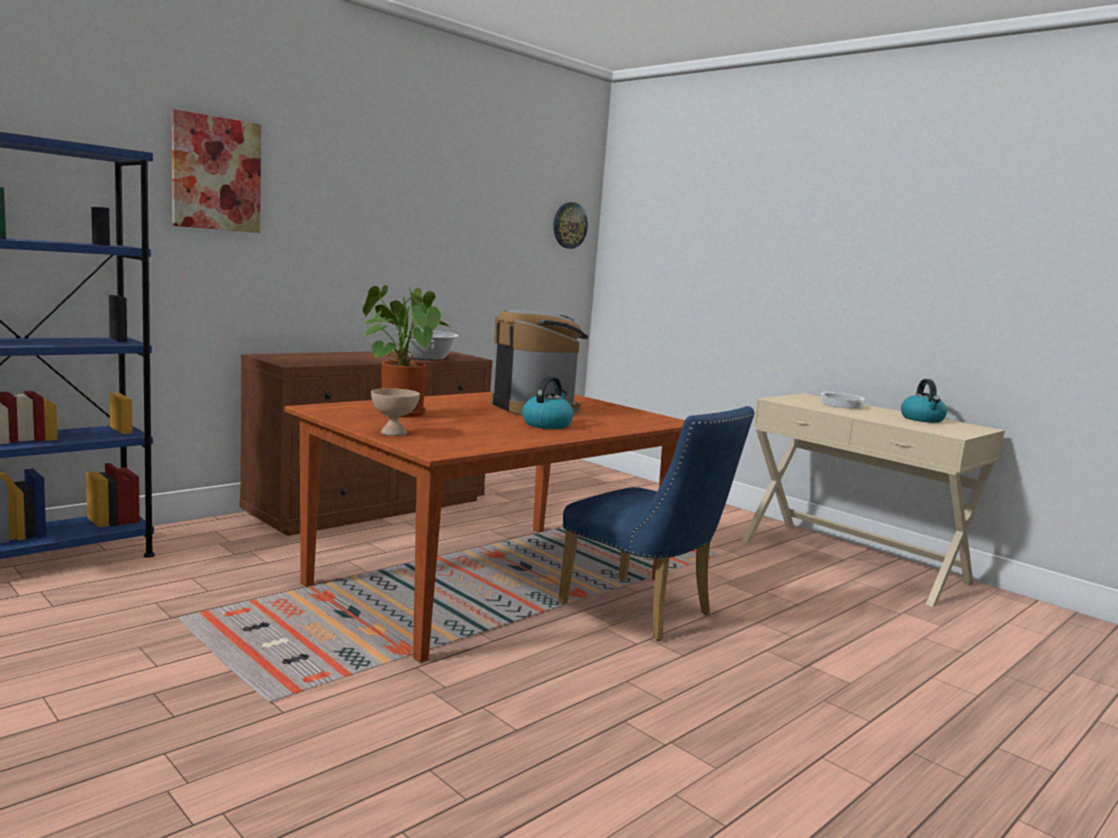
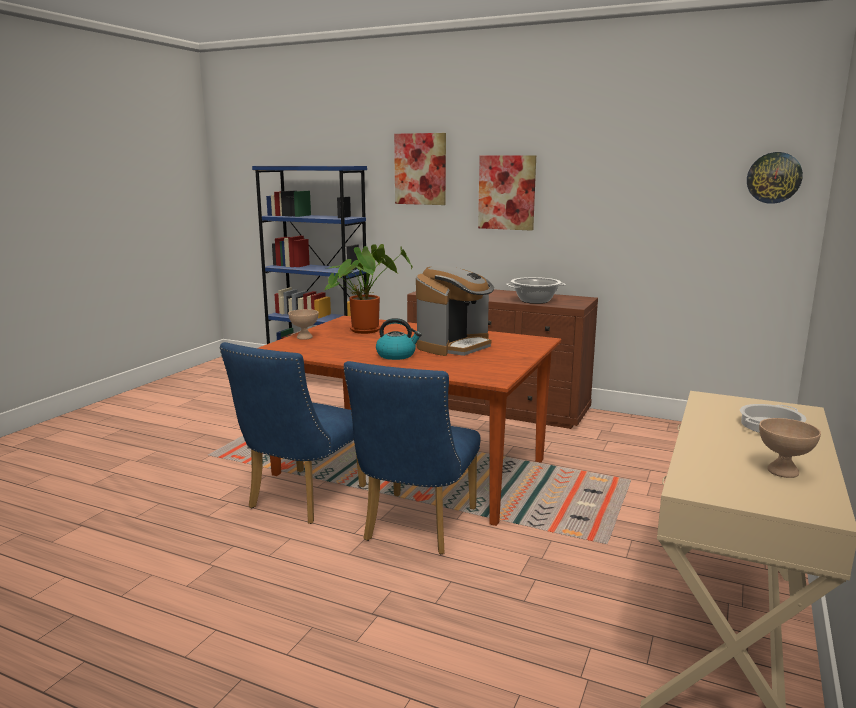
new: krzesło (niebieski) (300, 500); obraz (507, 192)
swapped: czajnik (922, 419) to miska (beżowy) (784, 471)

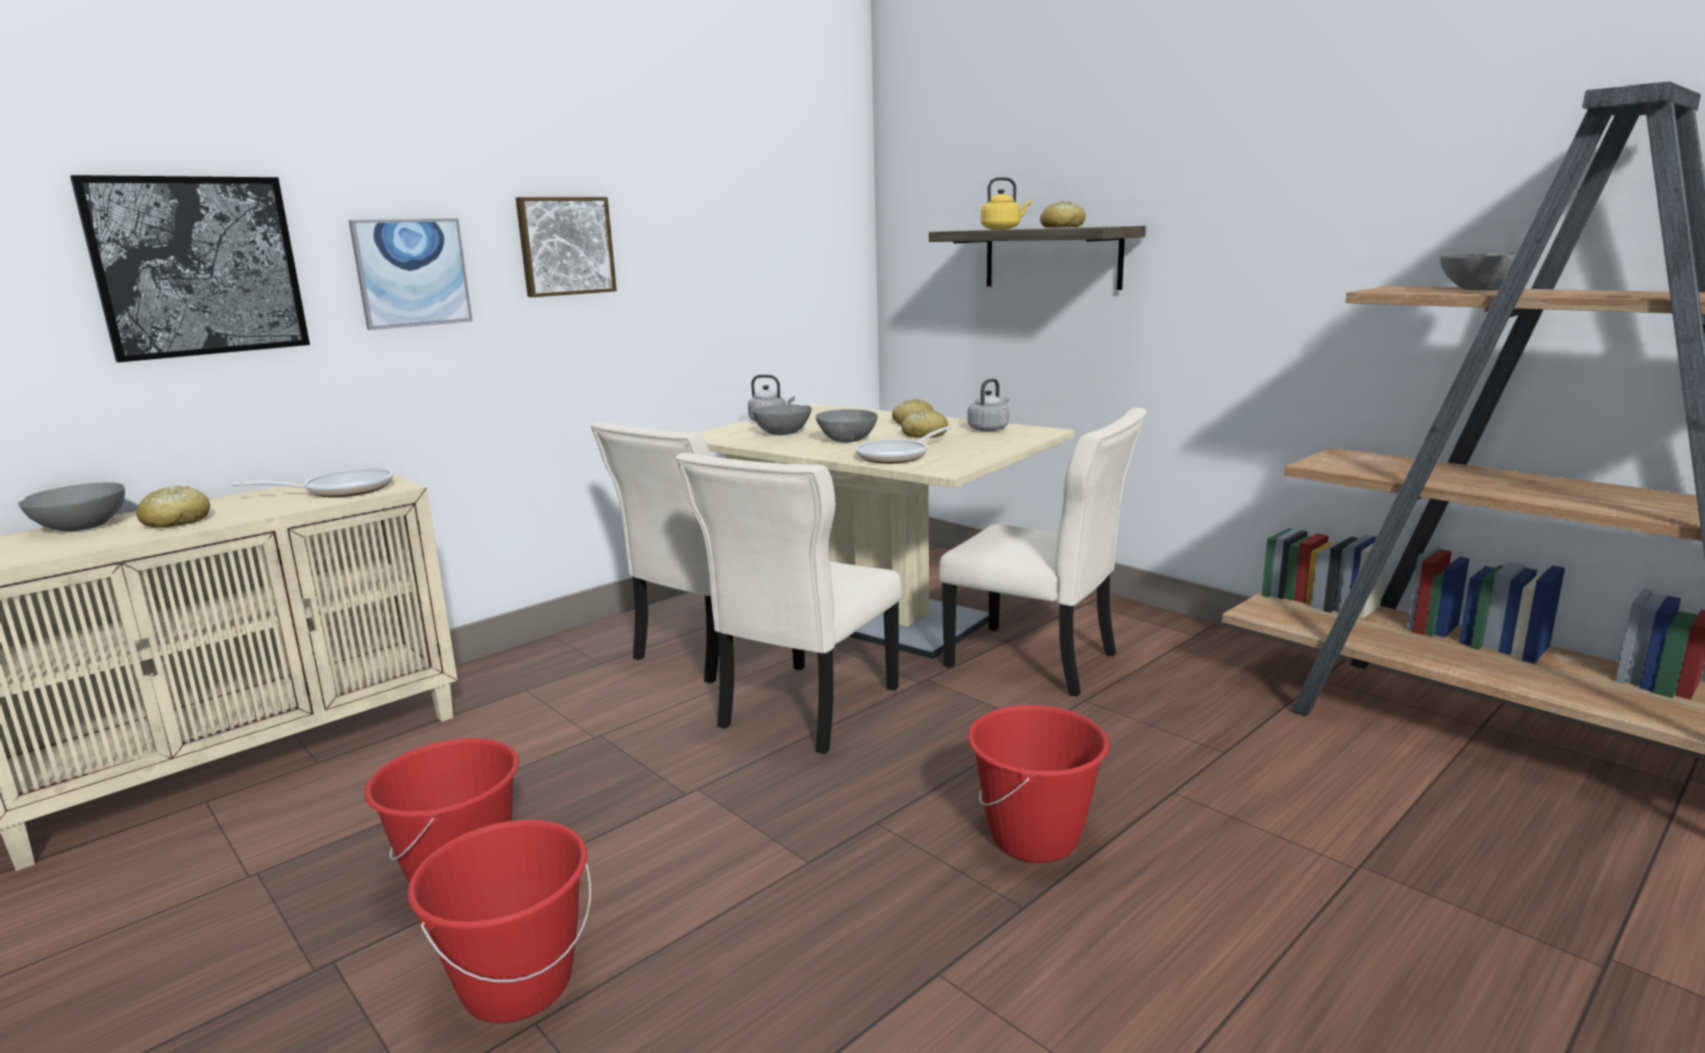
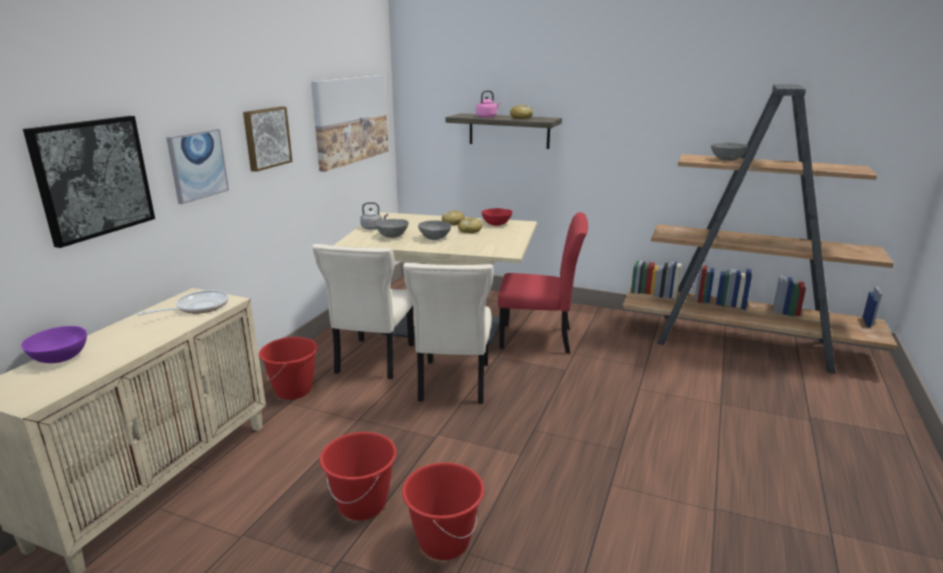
gone: chleb (176, 521); patelnia (897, 456)
new: obraz (351, 120)
shifted: wiadro (czerwony) (1035, 838) to (294, 390)
swapped: czajnik (szary) (989, 429) to miska (czerwony) (496, 224)
repainted: miska (szary) (81, 527) to miska (fioletowy) (60, 358); czajnik (żółty) (1003, 229) to czajnik (różowy) (487, 117); krzesło (beżowy) (1038, 662) to krzesło (czerwony) (539, 339)

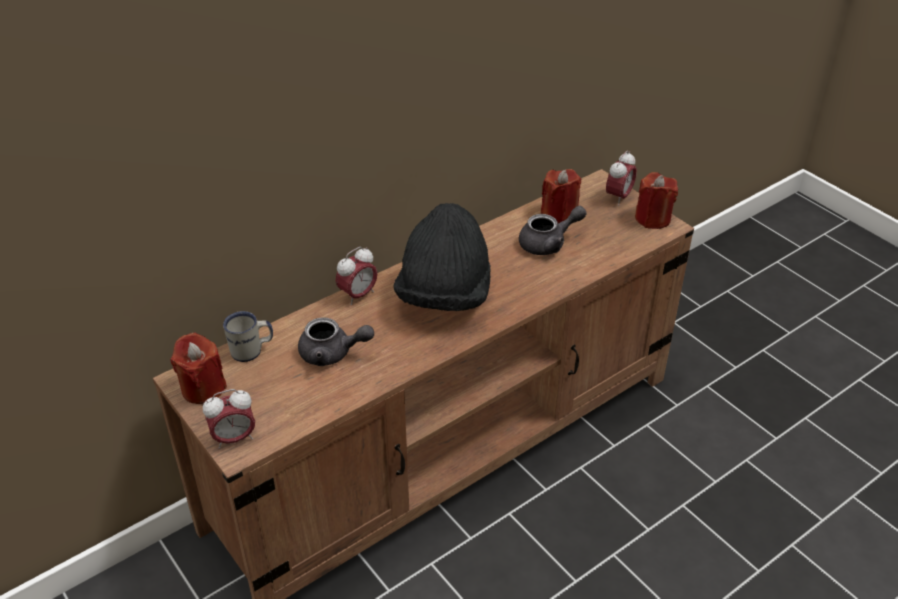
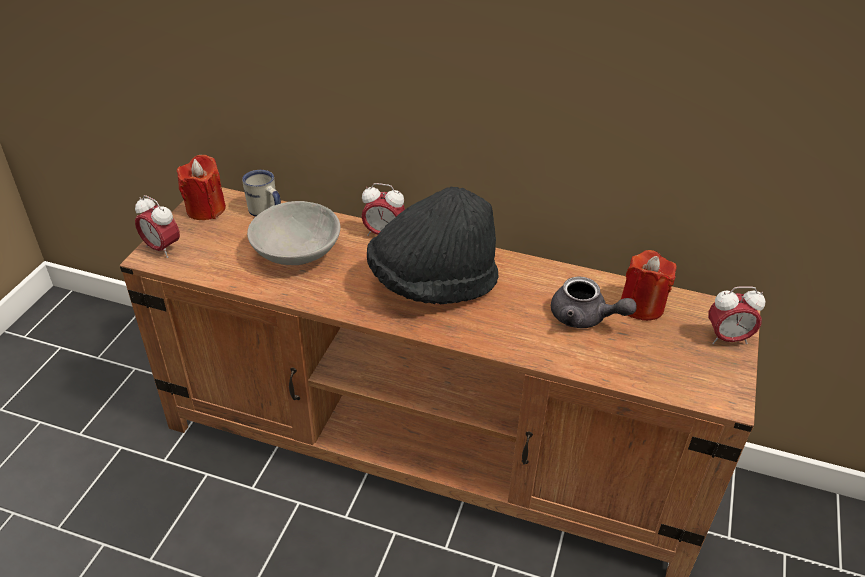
gone: świeca (czerwony) (652, 218)
swapped: imbryk (szary) (332, 354) to miska (szary) (297, 253)

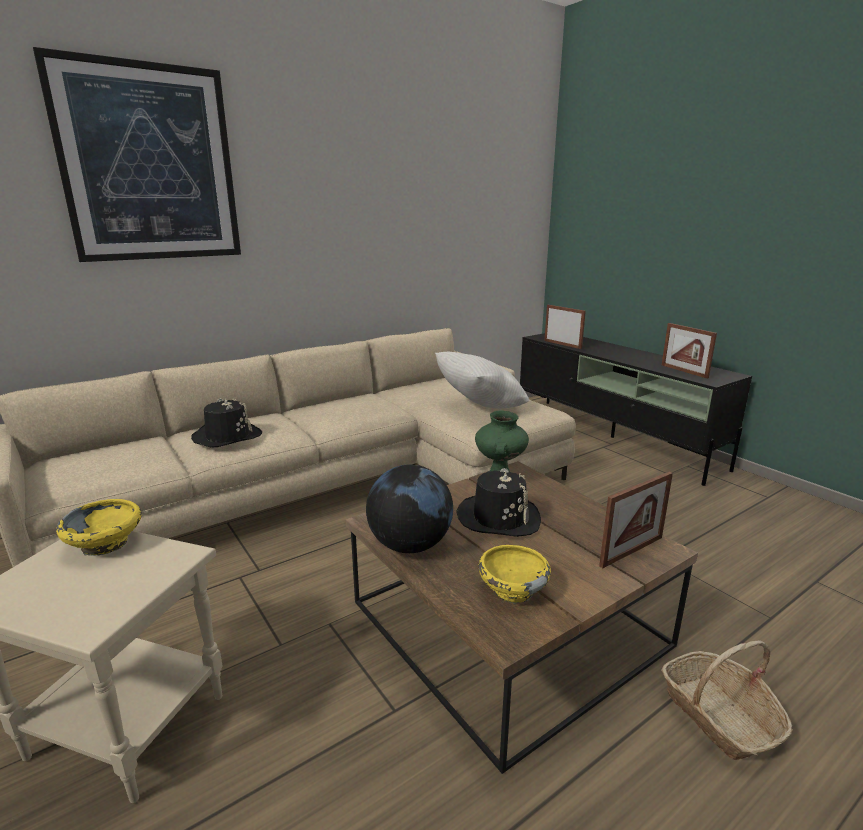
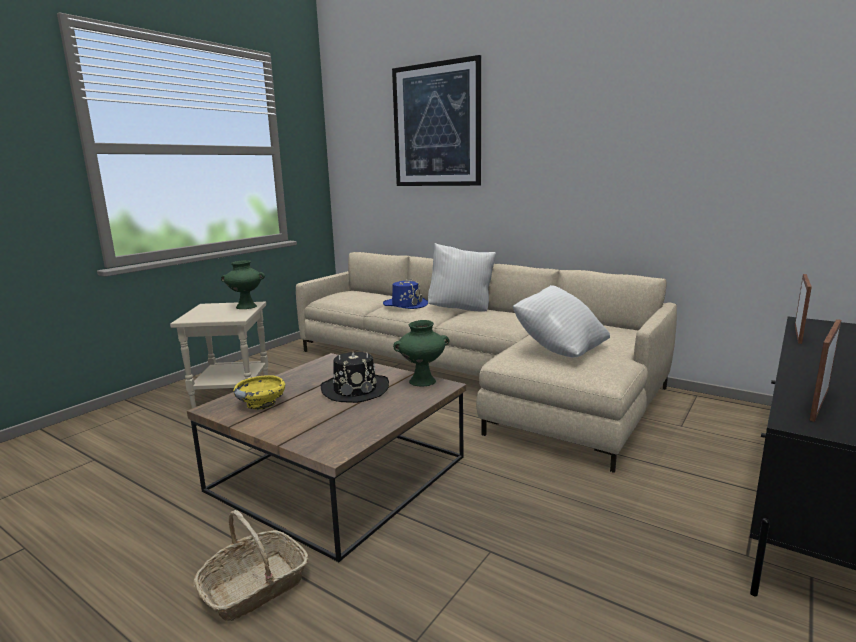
gone: globus (410, 545); ramka na zdjęcie (631, 551)
new: poduszka (biały) (461, 309)
swapped: miska (żółty) (105, 544) to wazon (zielony) (245, 307)
repainted: kapelusz (czarny) (227, 436) to kapelusz (niebieski) (405, 304)

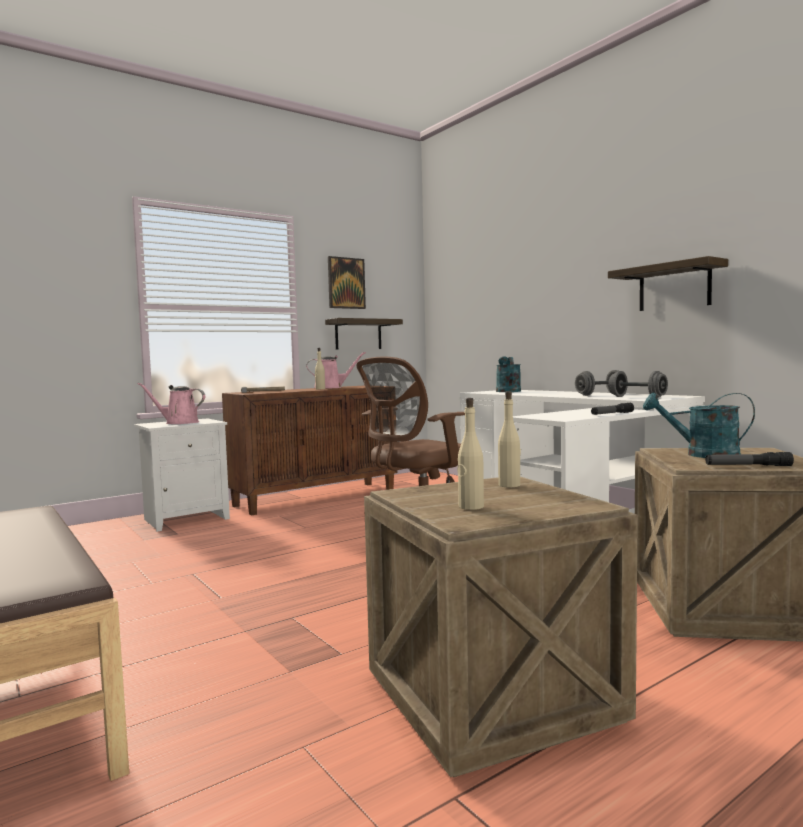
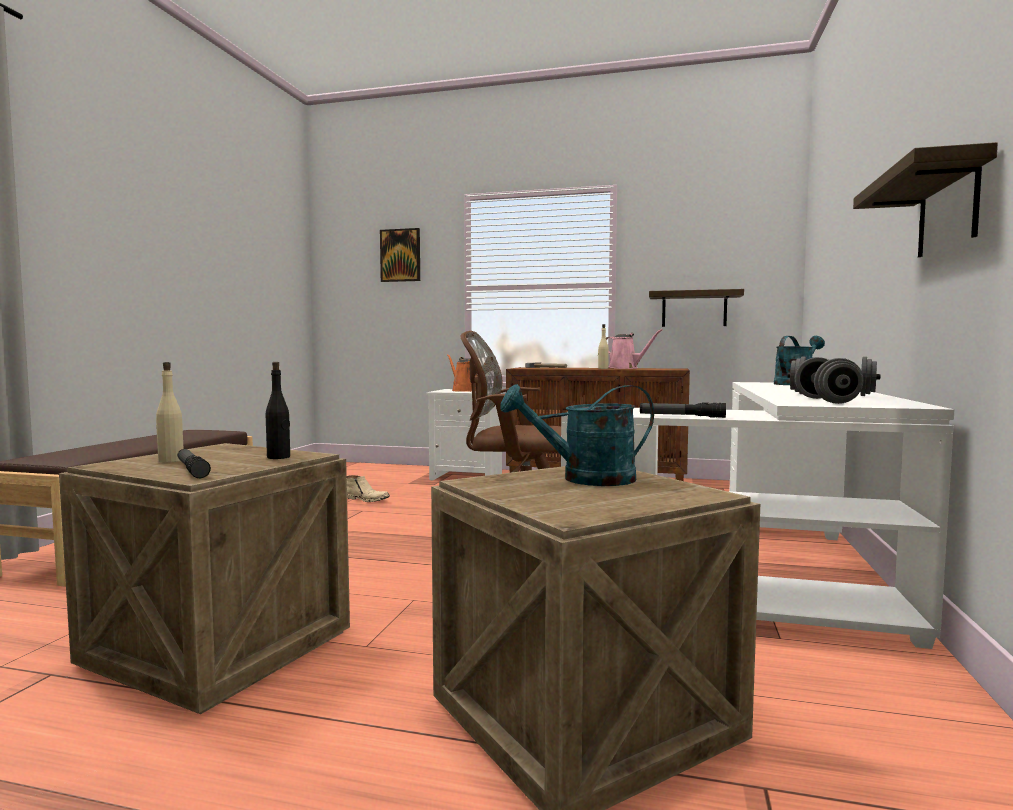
new: but z cholewką (beżowy) (366, 499)
shifted: latarka (748, 466) to (192, 470); obraz (346, 283) to (400, 255)
repainted: butelka (beżowy) (509, 485) to butelka (czarny) (279, 457); konewka (różowy) (179, 423) to konewka (pomarańczowy) (464, 391)
rotated: konewka (turkusowy) (702, 455) = (585, 479) 75 degrees counterclockwise

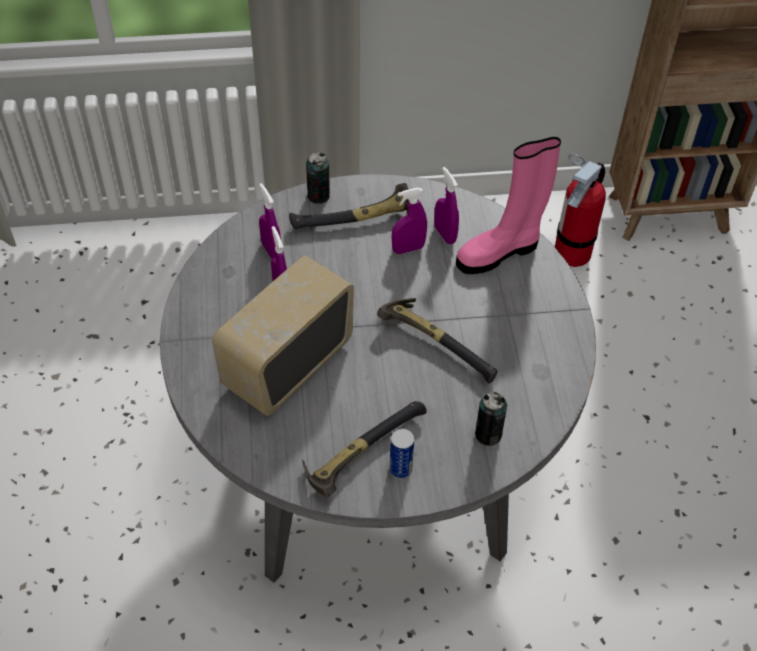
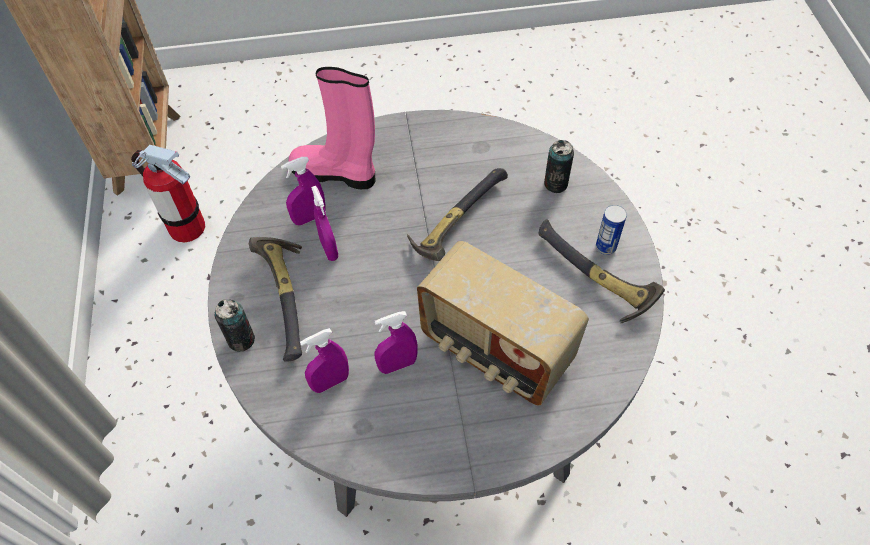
rotated: but z cholewką (różowy) (500, 253) = (336, 173) 135 degrees clockwise

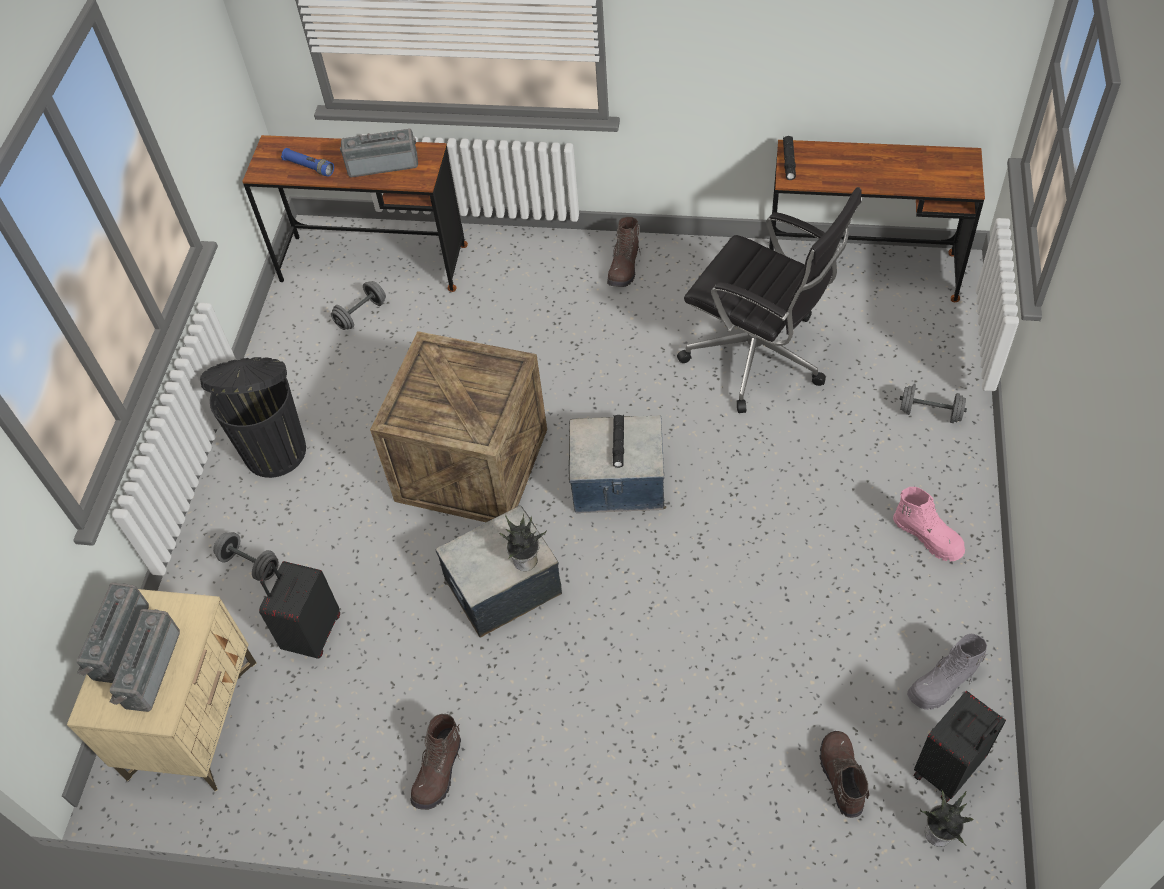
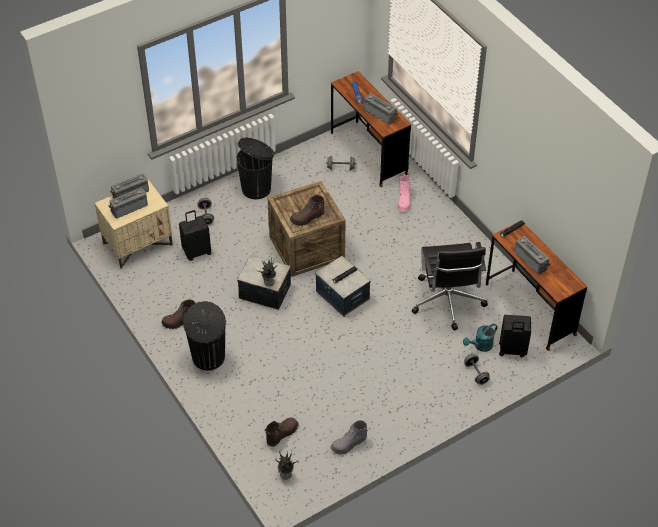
new: kosz na śmieci (czarny) (208, 358); konewka (turkusowy) (480, 346); radio (532, 260)
shifted: but z cholewką (brązowy) (624, 267) to (307, 218); but z cholewką (różowy) (928, 536) to (404, 201); walizka (czarny) (949, 769) to (512, 350)
rotated: but z cholewką (szary) (943, 684) = (349, 444) 45 degrees counterclockwise

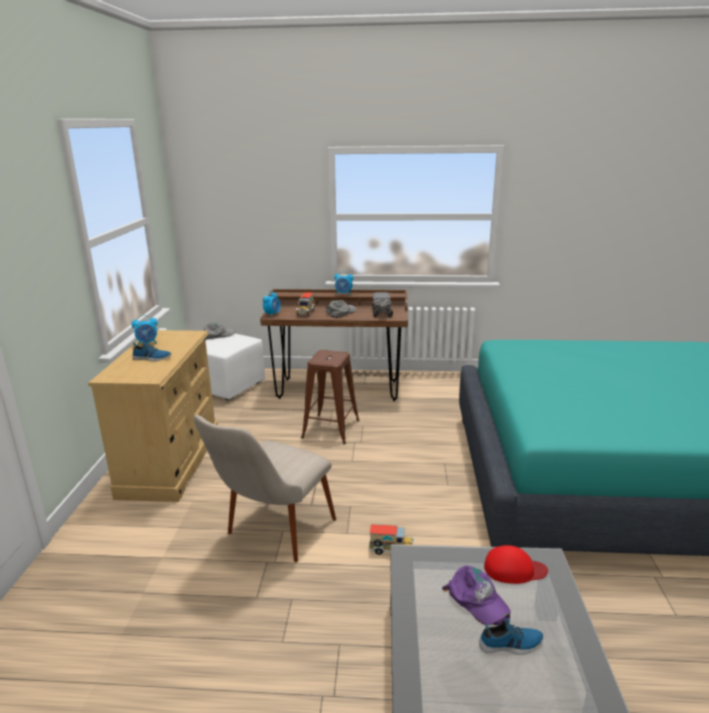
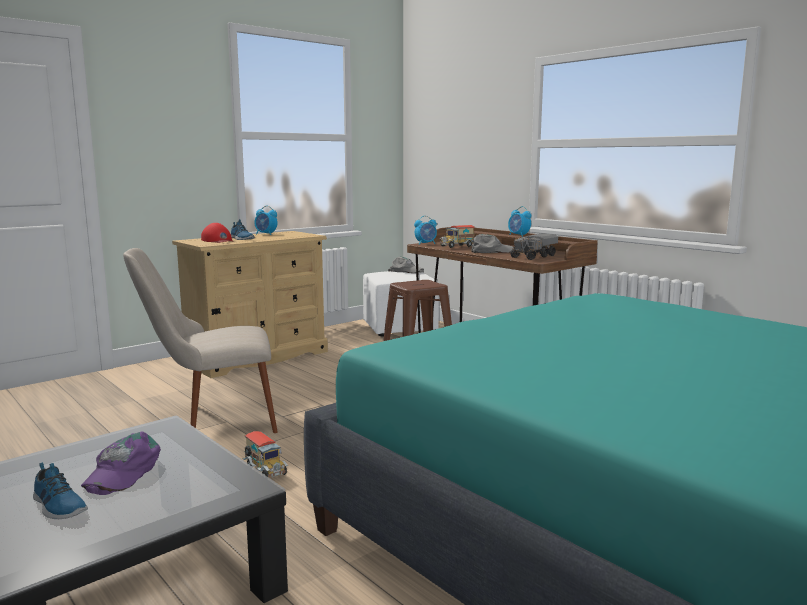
shifted: czapka z daszkiem (czerwony) (514, 569) to (218, 240)

